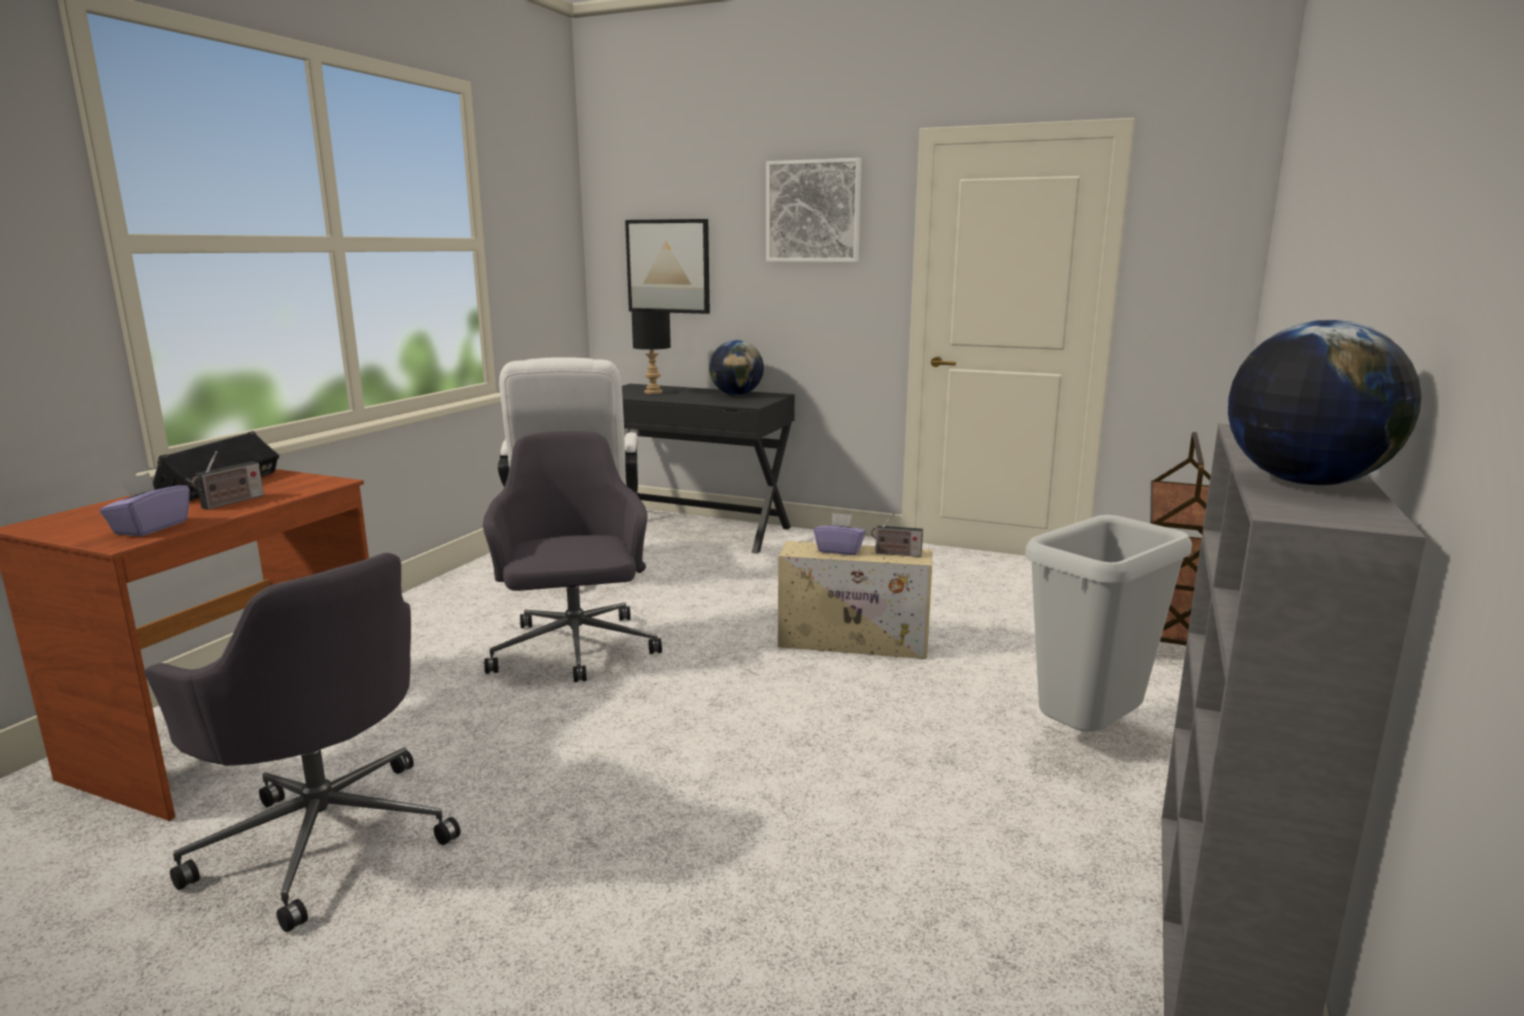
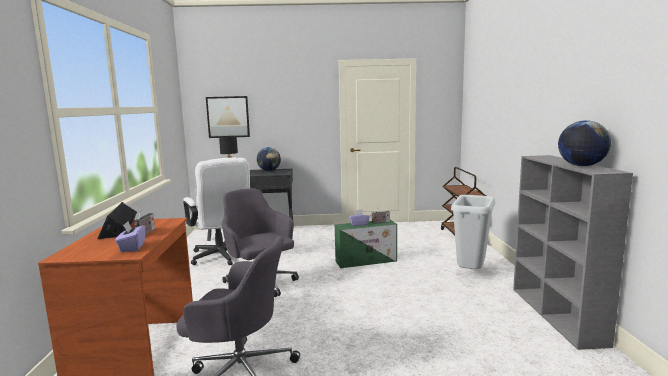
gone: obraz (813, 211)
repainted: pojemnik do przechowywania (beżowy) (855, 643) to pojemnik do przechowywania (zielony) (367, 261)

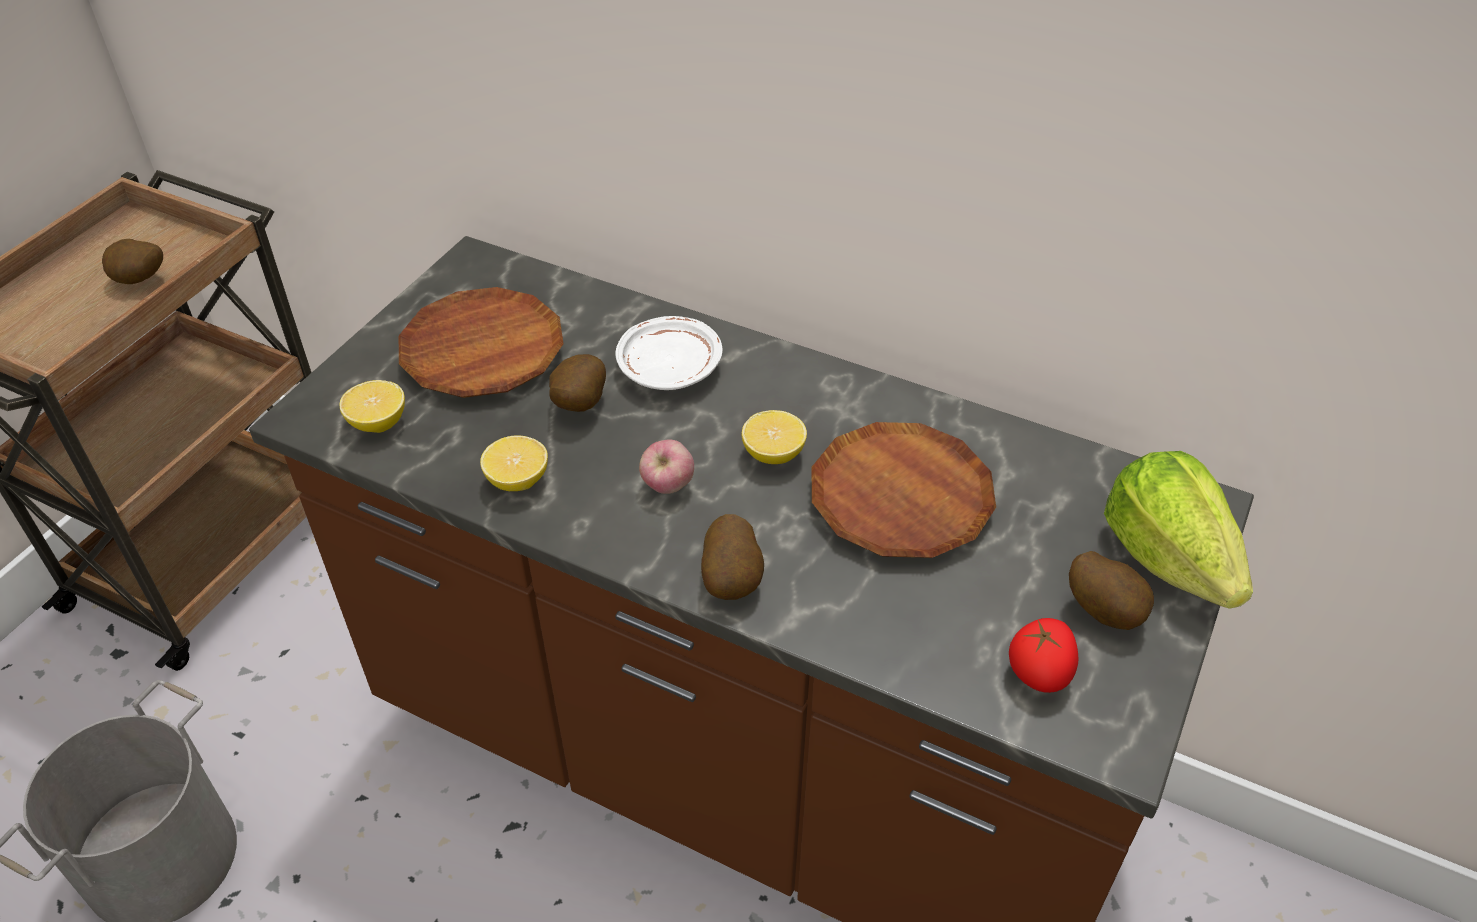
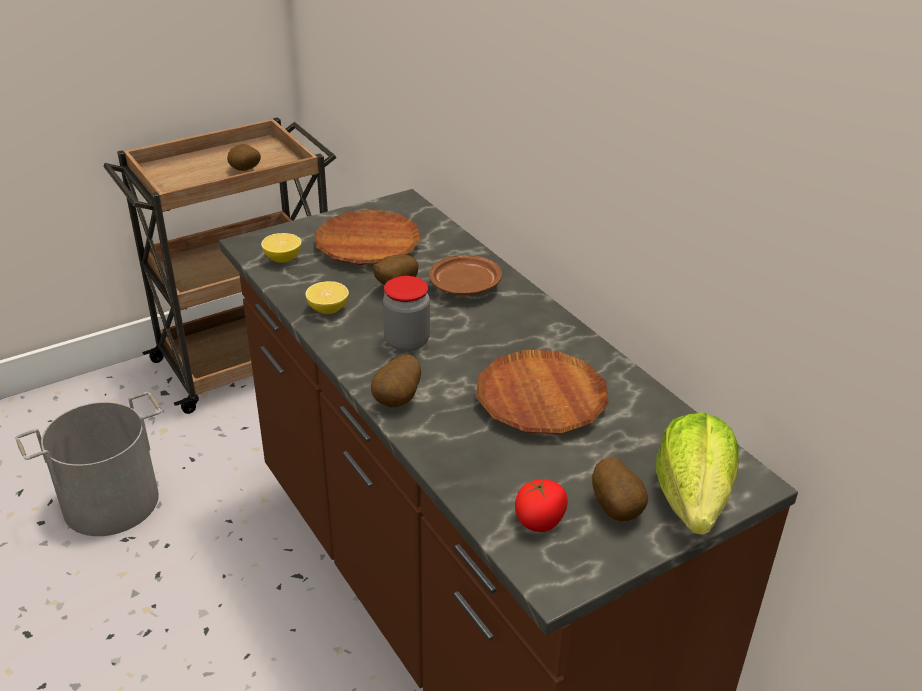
gone: cytryna (773, 454)
swapped: jabłko (668, 486) to słoik (407, 342)
repainted: talerz (biały) (670, 367) to talerz (brązowy) (465, 286)

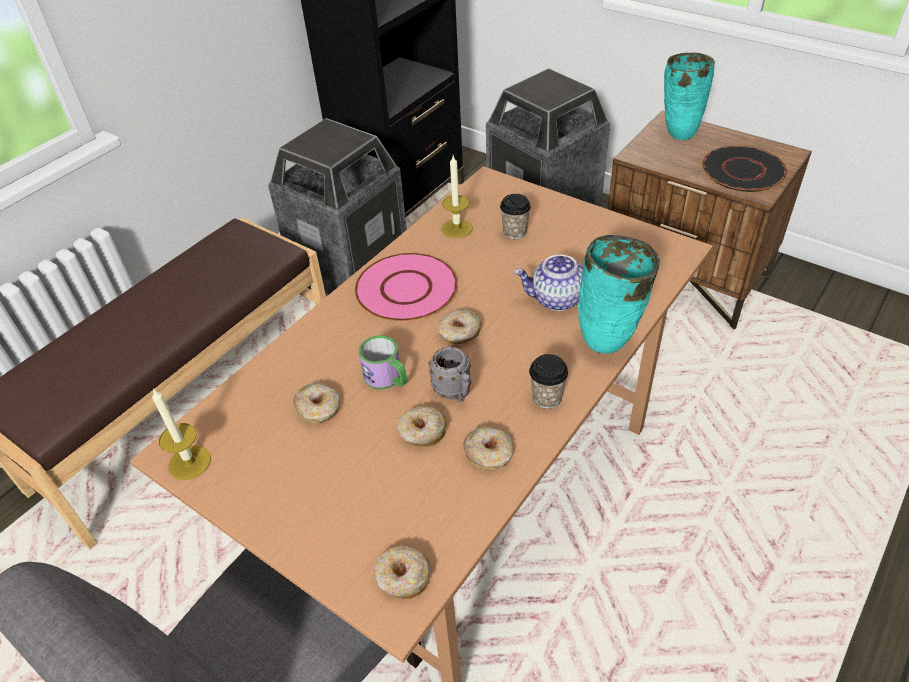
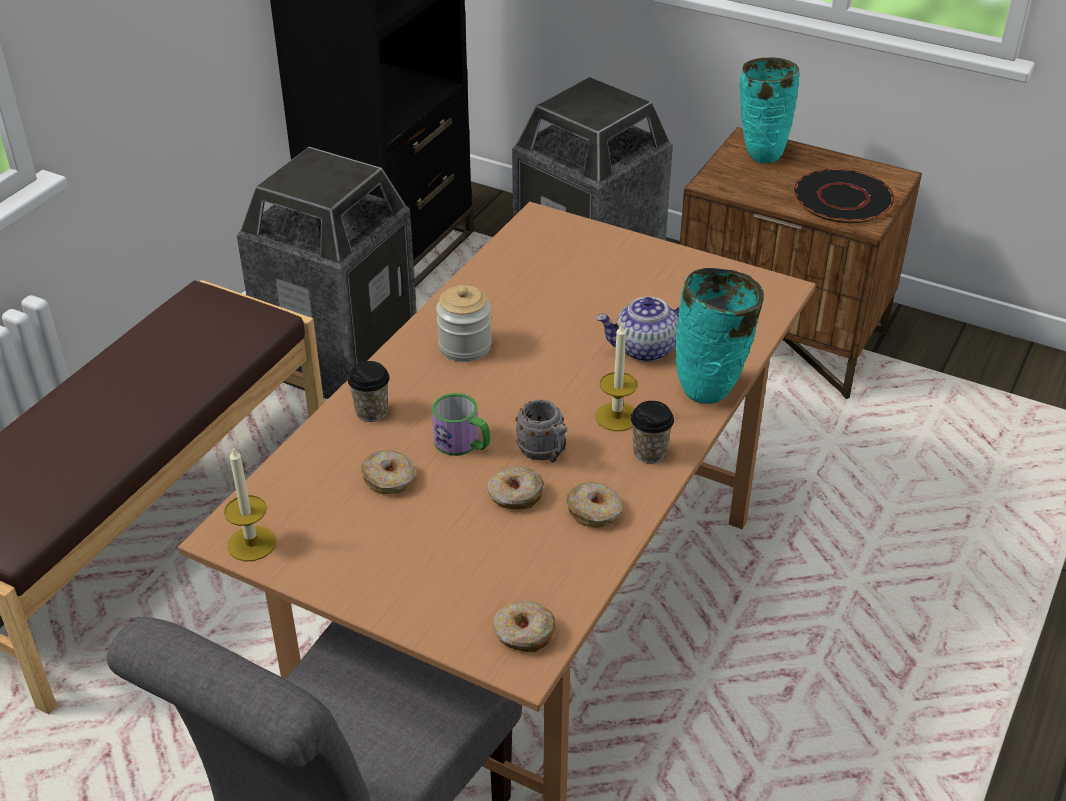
gone: donut (459, 333)
shifted: filiżanka (515, 232) to (371, 412); świeca (457, 228) to (616, 417)
swapped: talerz (różowy) (407, 288) to słoik (465, 346)

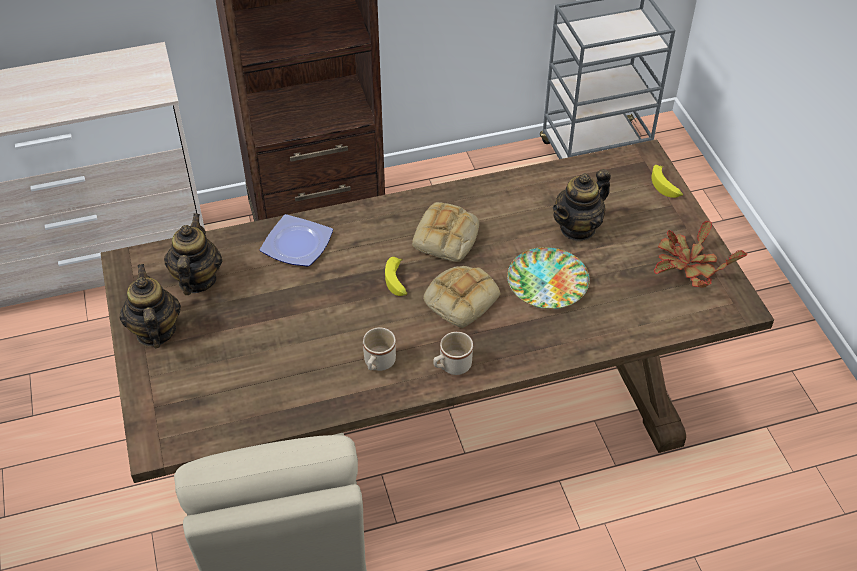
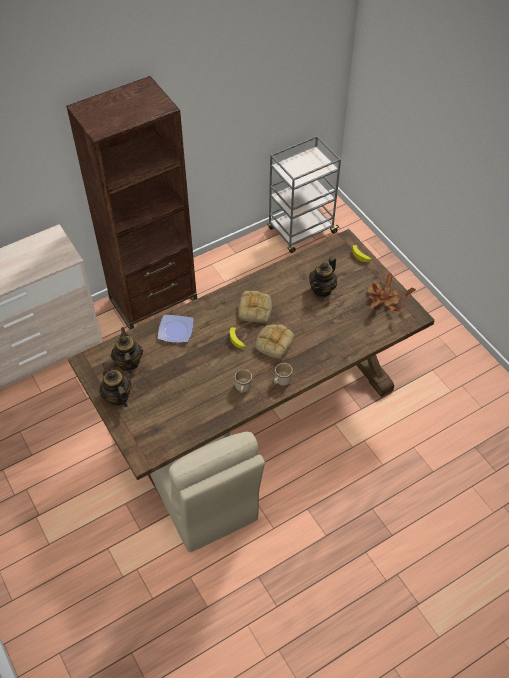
gone: talerz (546, 283)

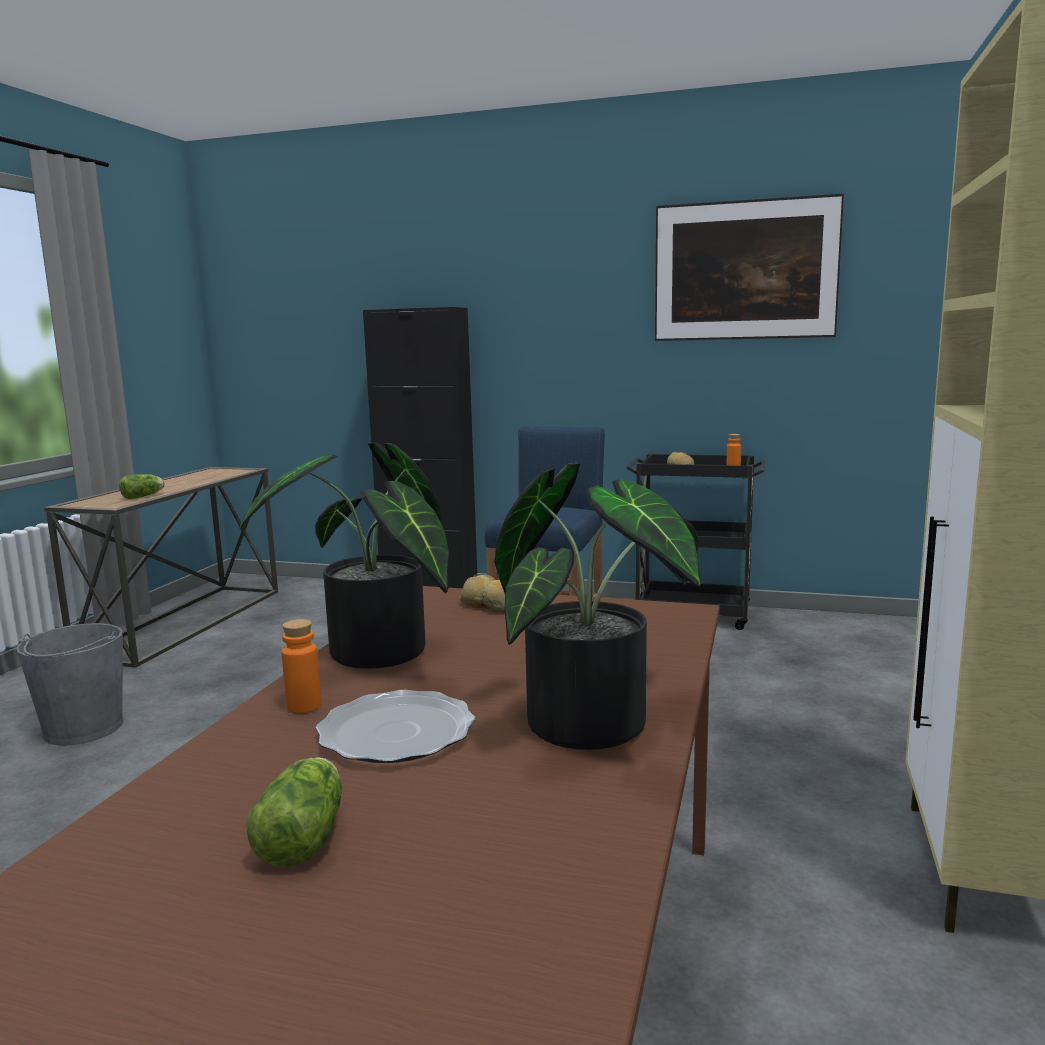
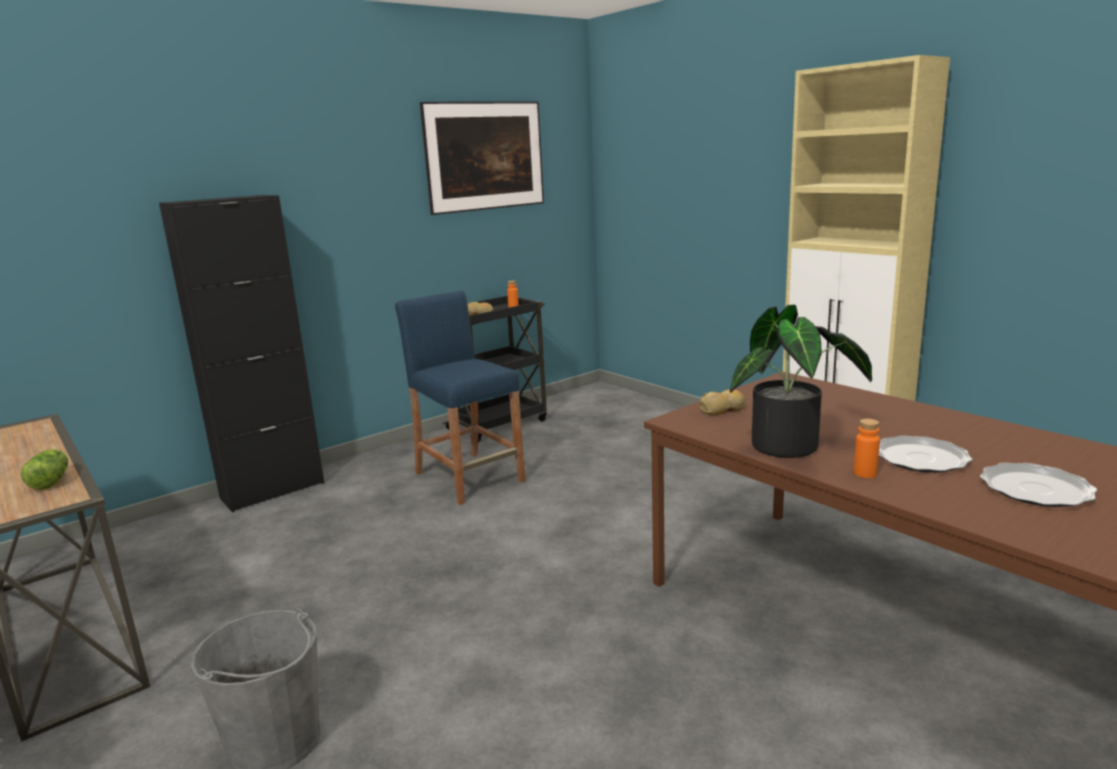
gone: roślina doniczkowa (601, 723)
swapped: sałata (305, 835) to talerz (1036, 489)

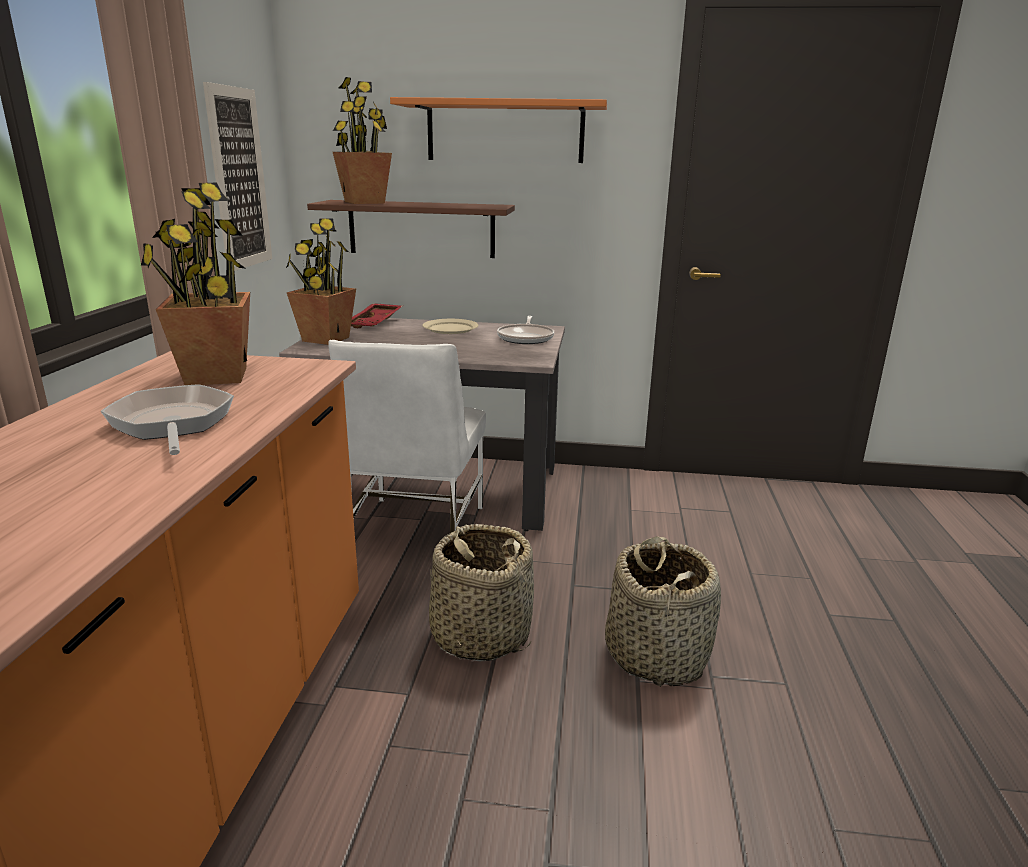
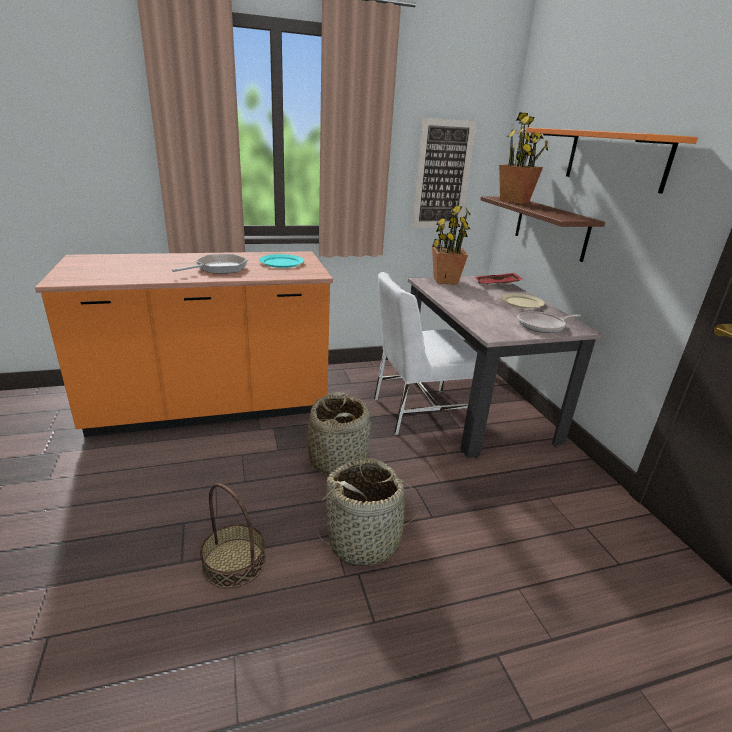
new: koszyk (234, 562)
swapped: roślina doniczkowa (216, 377) to talerz (turkusowy) (282, 263)

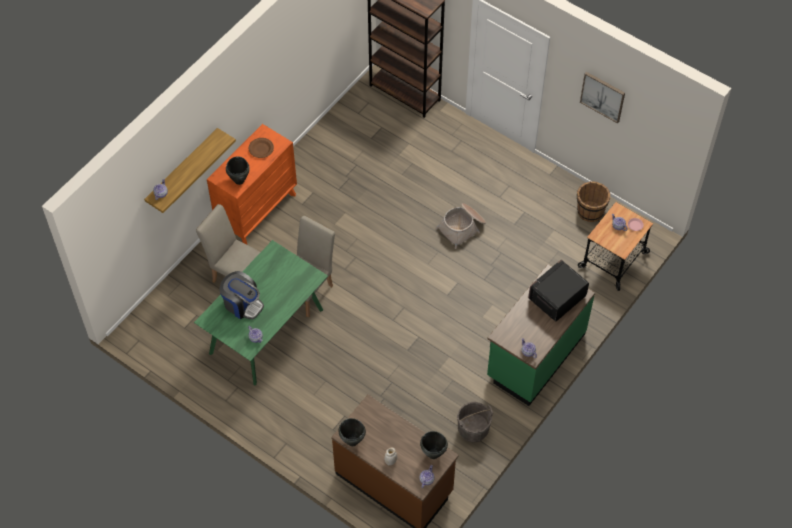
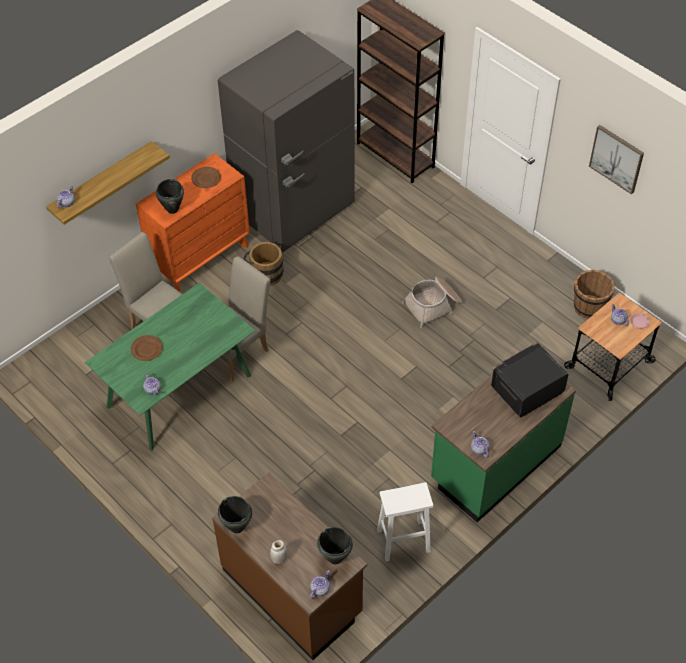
new: lodówka (szary) (294, 211); wiadro (brązowy) (265, 272)
swapped: ekspres do kawy (242, 304) to talerz (brązowy) (147, 349); wiadro (szary) (473, 430) to stołek (biały) (402, 541)

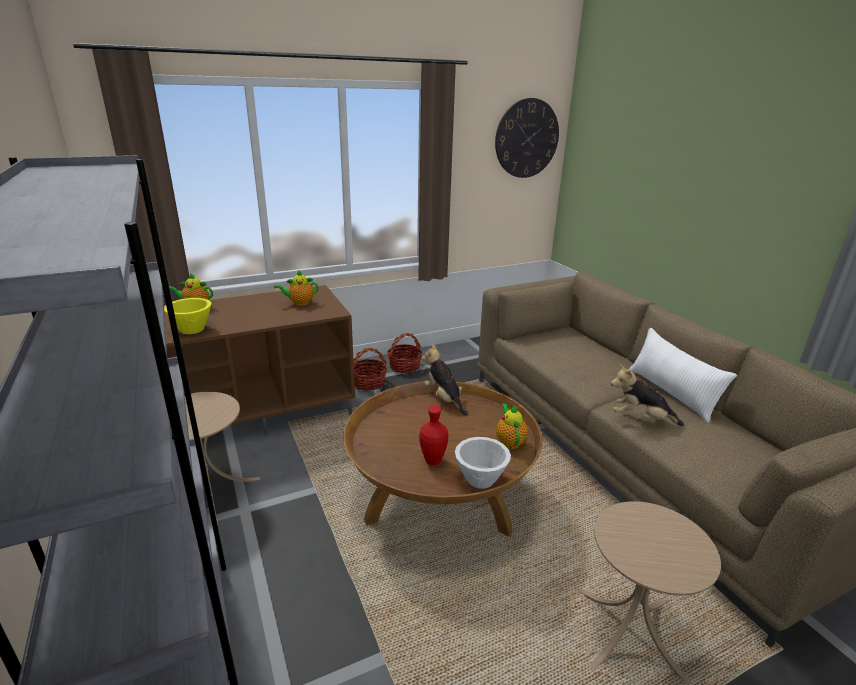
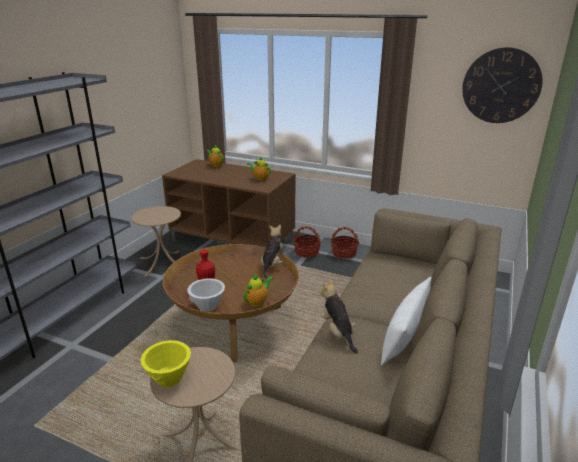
shifted: miska (żółty) (192, 329) to (169, 378)

